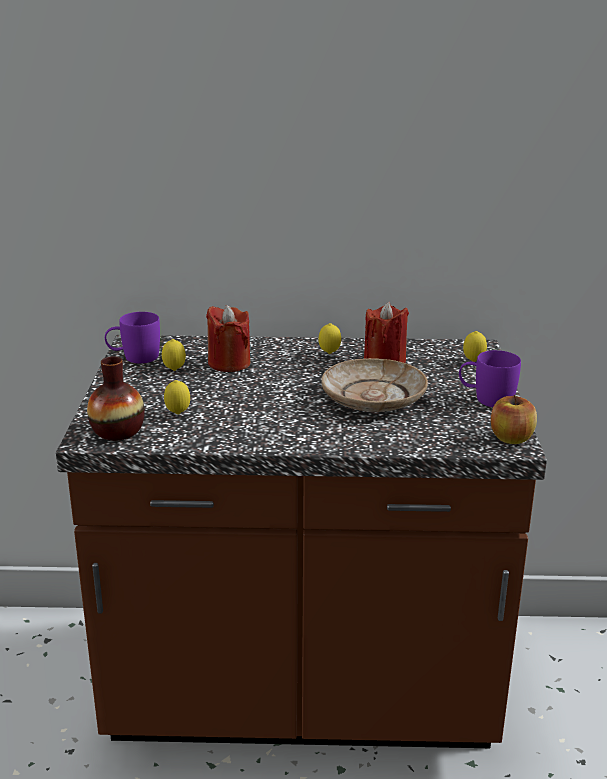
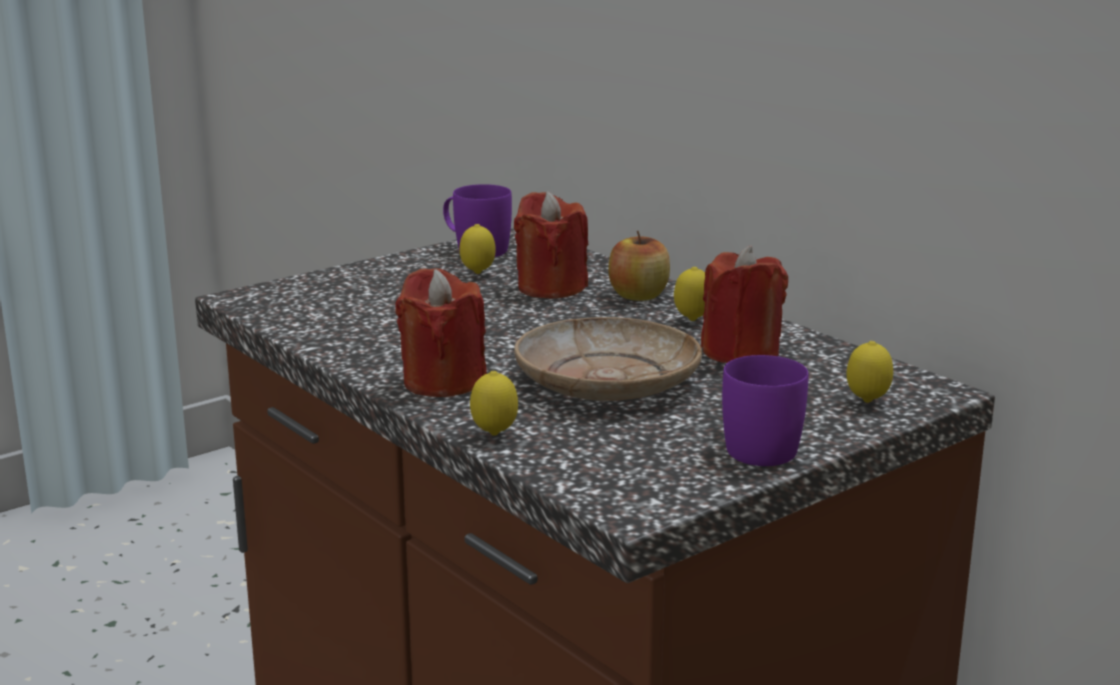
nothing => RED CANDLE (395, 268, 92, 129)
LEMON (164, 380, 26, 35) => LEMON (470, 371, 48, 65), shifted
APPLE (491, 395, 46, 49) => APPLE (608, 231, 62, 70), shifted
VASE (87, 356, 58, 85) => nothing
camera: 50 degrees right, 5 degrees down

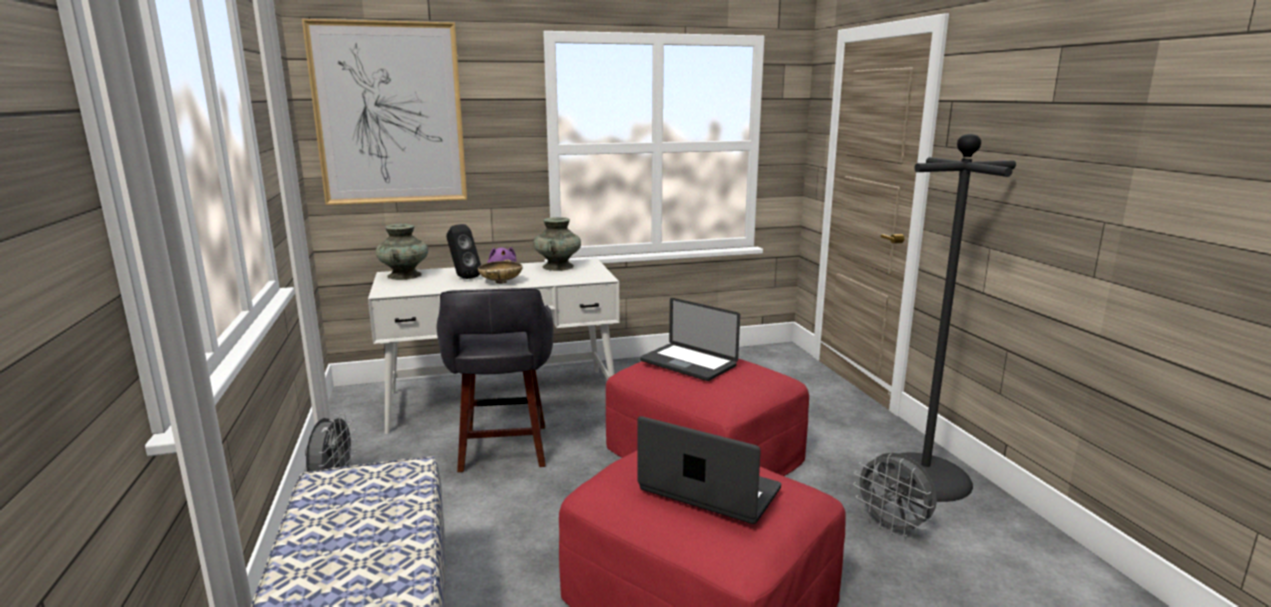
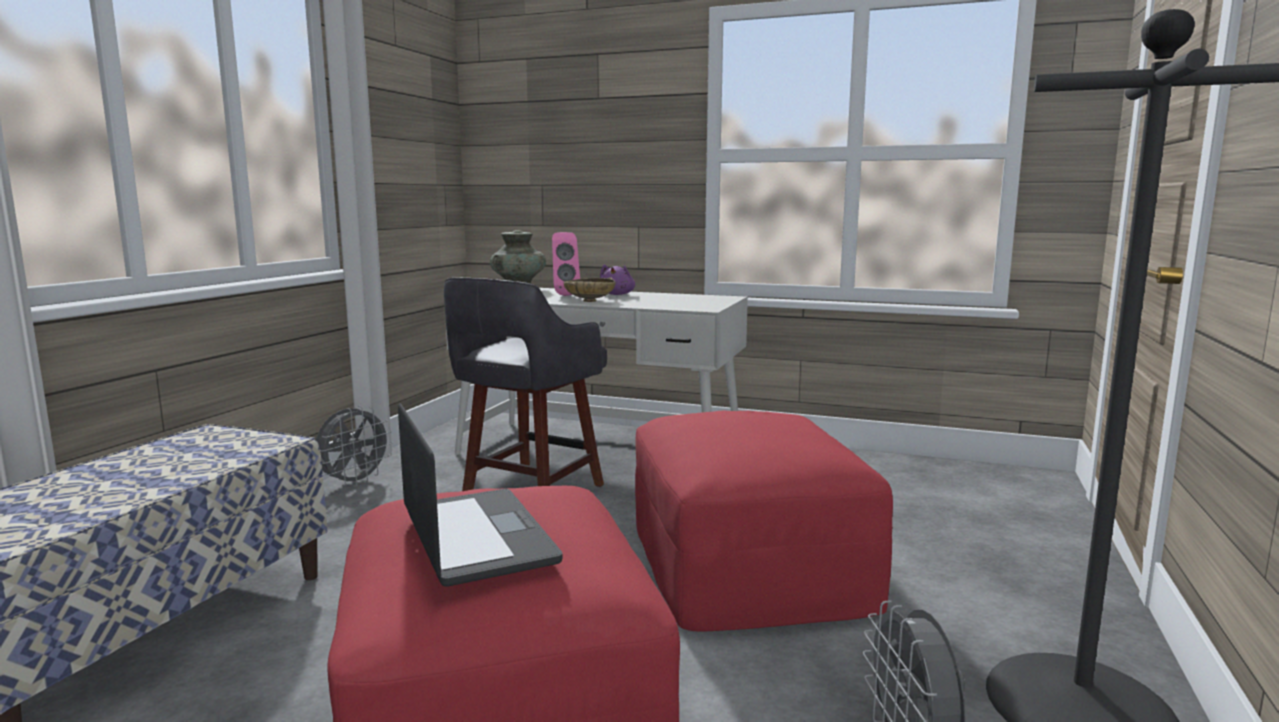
BLACK SPEAKER (446, 224, 35, 55) => PINK SPEAKER (552, 232, 28, 64)
PICTURE (302, 19, 165, 186) => nothing
TURQUOISE VASE (533, 217, 48, 54) => nothing
LAPTOP (640, 298, 100, 83) => nothing
camera: 35 degrees right, 5 degrees down

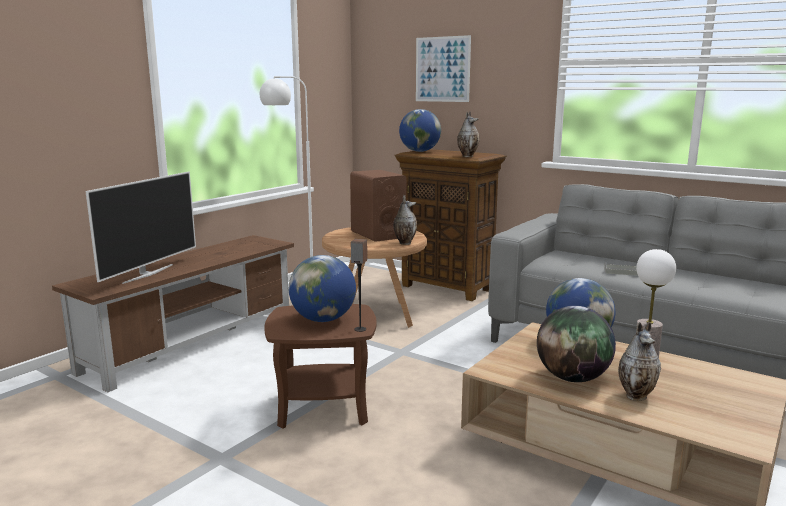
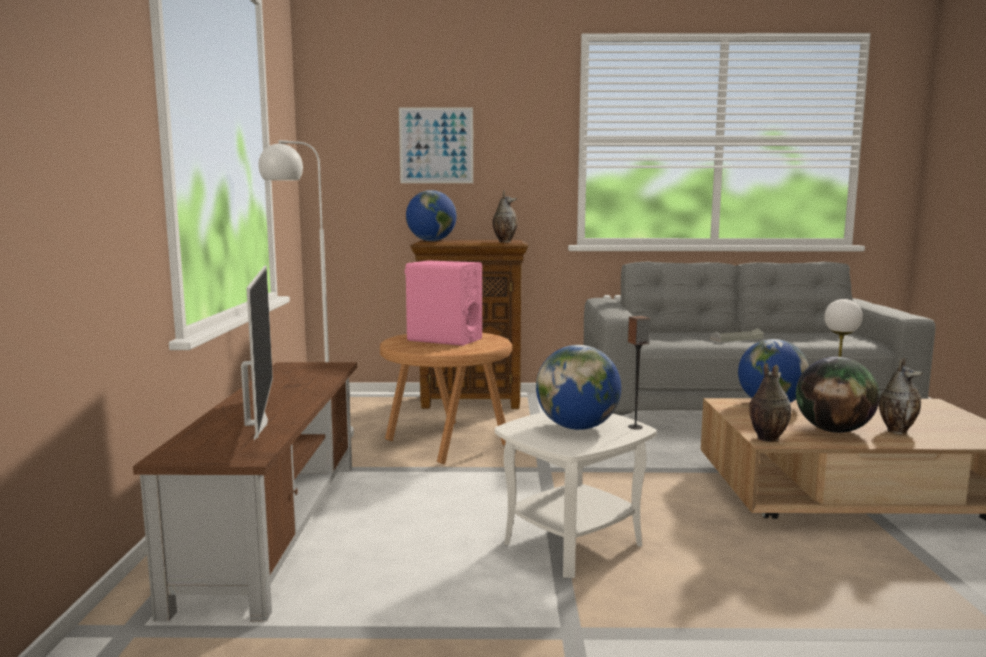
BROWN SPEAKER (350, 170, 56, 72) => PINK SPEAKER (404, 260, 78, 86)
BROWN SIDE TABLE (264, 304, 113, 125) => WHITE SIDE TABLE (495, 412, 162, 166)
VASE (393, 195, 24, 50) => VASE (750, 363, 41, 79), shifted
camera: 35 degrees left, 5 degrees down

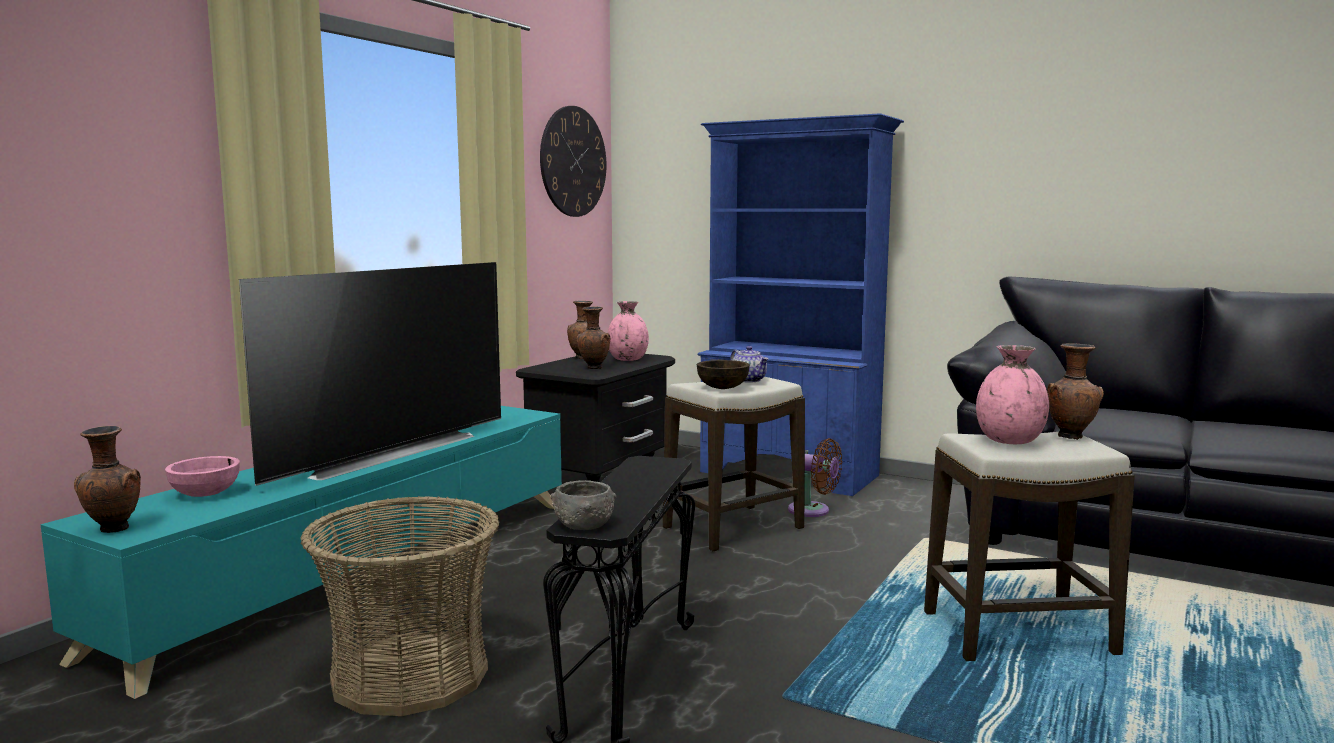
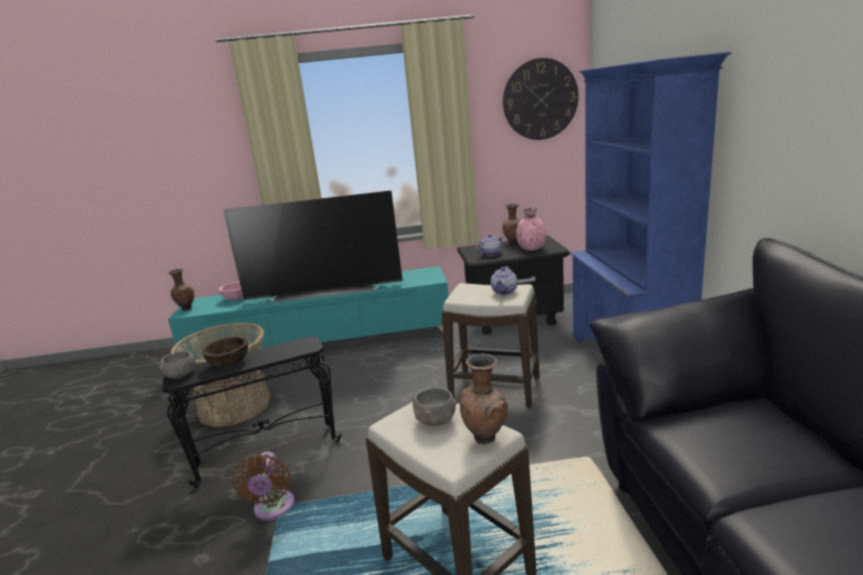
BROWN BOWL (697, 360, 53, 29) => BROWN BOWL (202, 336, 46, 31), shifted
BROWN FAN (788, 438, 54, 79) => BROWN FAN (231, 452, 64, 69), shifted
PINK VASE (976, 345, 73, 99) => GREY BOWL (412, 387, 45, 39)
BROWN VASE (577, 307, 33, 62) => TEAPOT (476, 235, 28, 21)
camera: 55 degrees right, 10 degrees up

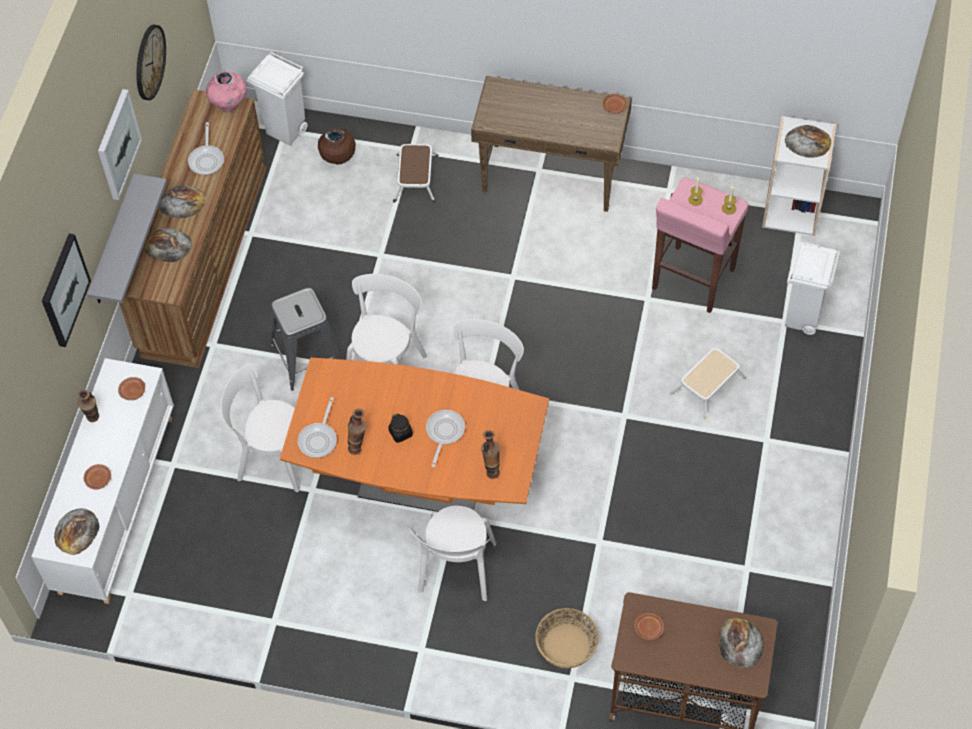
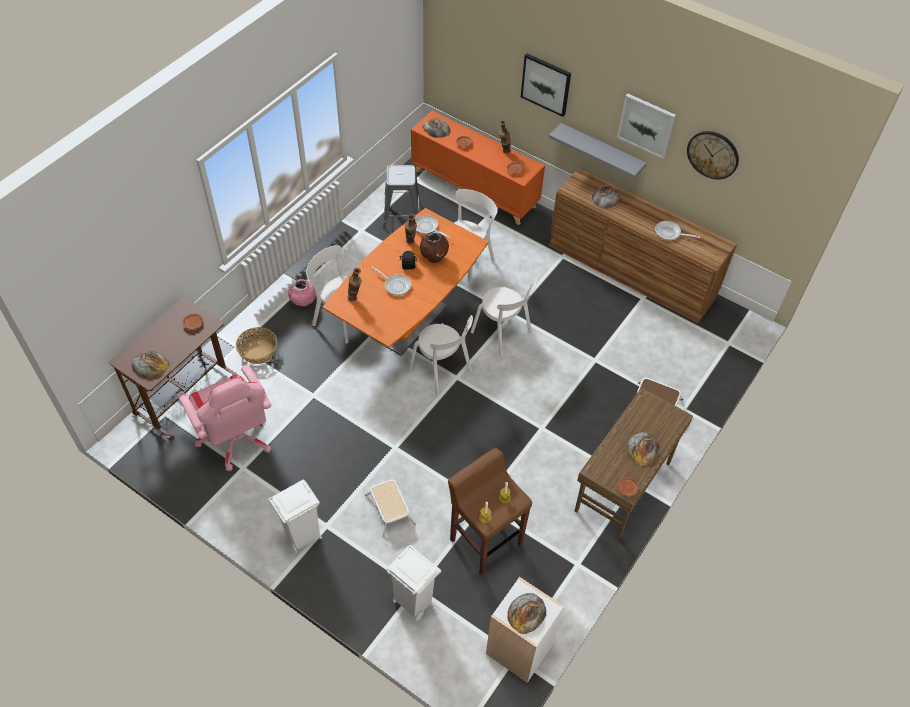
nothing => PINK OFFICE CHAIR (178, 365, 94, 106)
WHITE TRASH CAN (246, 52, 61, 94) => WHITE TRASH CAN (268, 479, 54, 74), shifted
PINK VASE (206, 71, 41, 42) => PINK VASE (288, 279, 28, 28), shifted
GREY STOOL (270, 288, 72, 103) => GREY STOOL (383, 165, 38, 64), shifted
WHITE CABINET (31, 358, 143, 246) => ORANGE CABINET (411, 110, 134, 115)
BROWN VASE (318, 127, 37, 38) => BROWN VASE (420, 231, 29, 32), shifted
PINK STOOL (652, 178, 97, 135) => BROWN STOOL (448, 448, 84, 128)
BREAD (158, 185, 47, 33) => BREAD (626, 432, 33, 34), shifted
camera: 110 degrees right, 5 degrees down

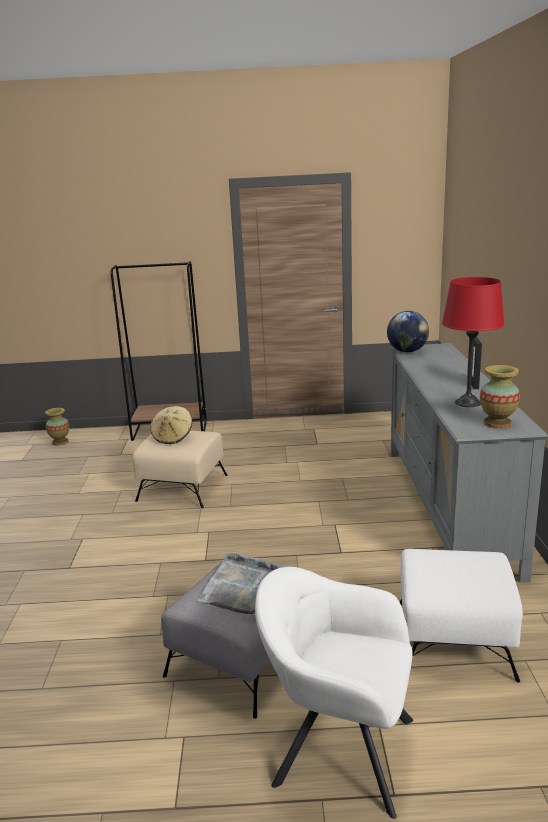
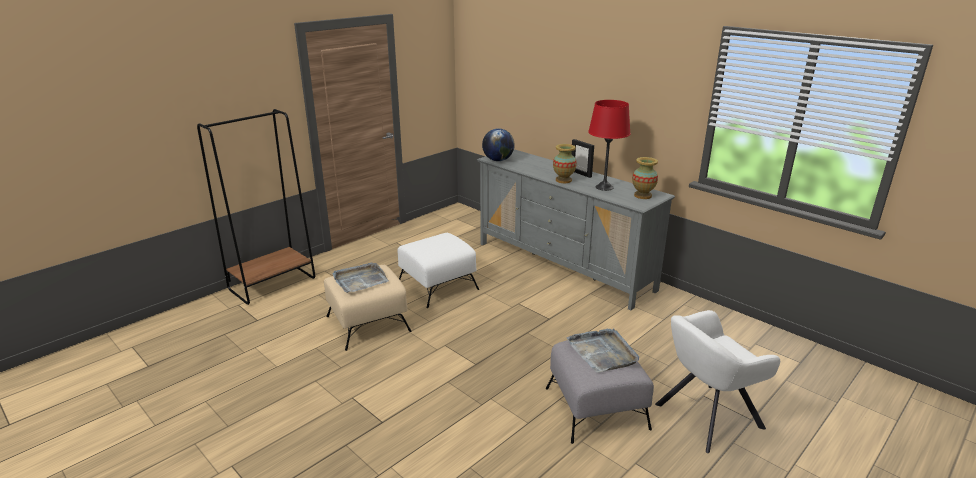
BEIGE HAT (150, 406, 42, 38) => GREY TRAY (333, 263, 56, 30)
WHITE OTTOMAN (400, 549, 123, 133) => WHITE OTTOMAN (398, 233, 81, 75), shifted
VASE (45, 408, 24, 37) => VASE (553, 144, 24, 39), shifted
camera: 45 degrees left, 5 degrees up

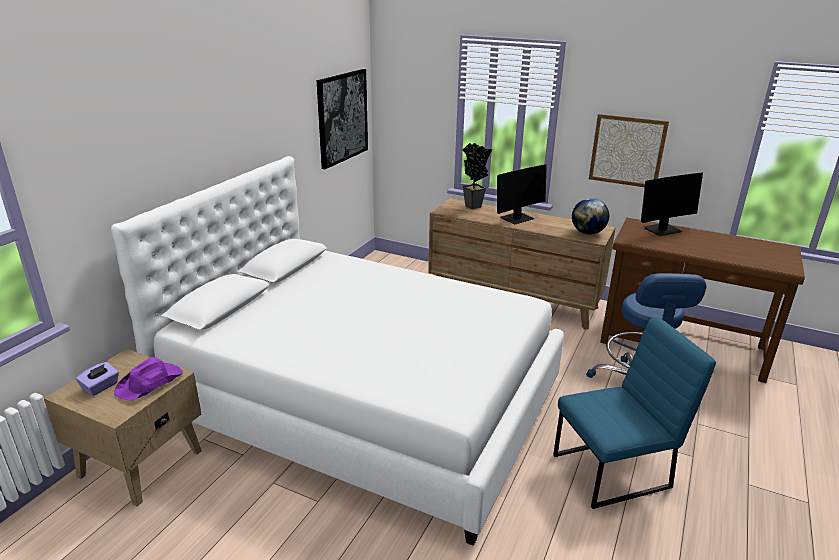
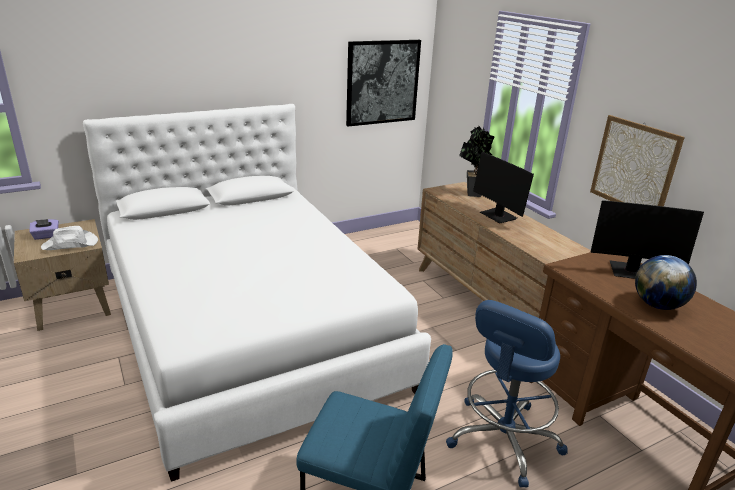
PURPLE HAT (114, 357, 69, 44) => WHITE HAT (41, 226, 57, 24)
MONITOR (497, 164, 50, 60) => MONITOR (473, 152, 61, 72), 60 degrees clockwise
GLOBE (572, 198, 37, 37) => GLOBE (635, 255, 62, 55), shifted
camera: 35 degrees right, 0 degrees up

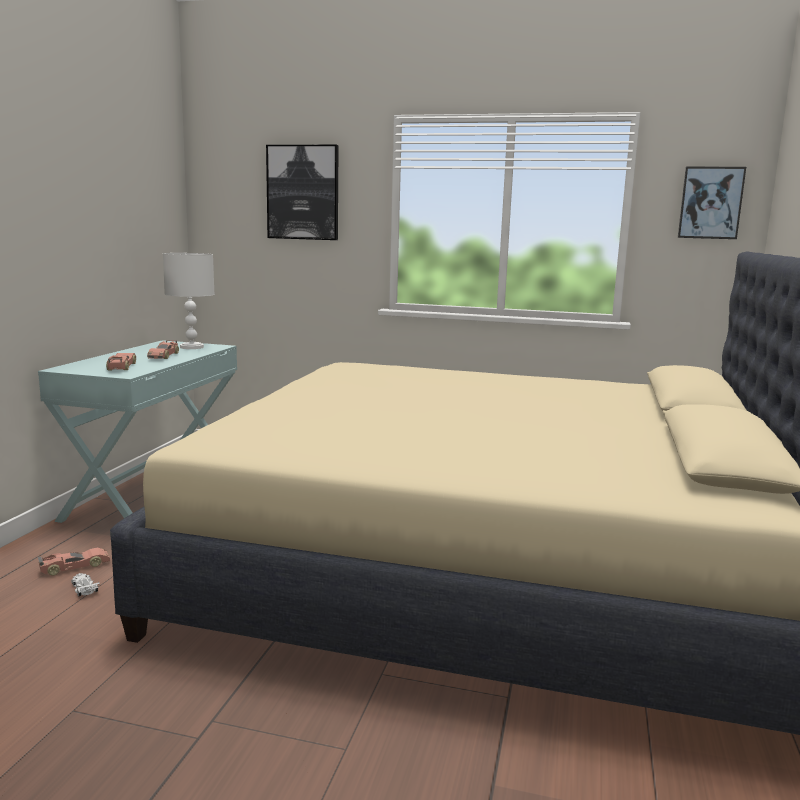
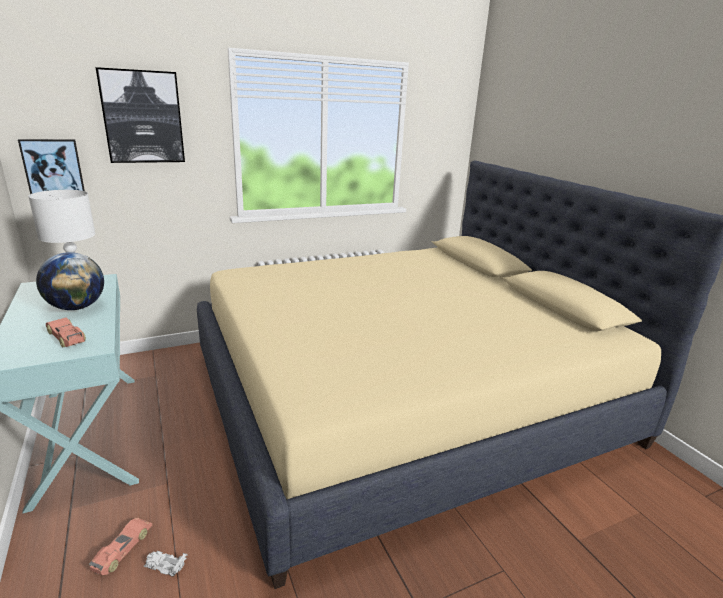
PICTURE (678, 166, 68, 73) => PICTURE (18, 139, 67, 55), shifted
TOY CAR (147, 340, 32, 19) => GLOBE (36, 252, 68, 58)
camera: 40 degrees left, 10 degrees up

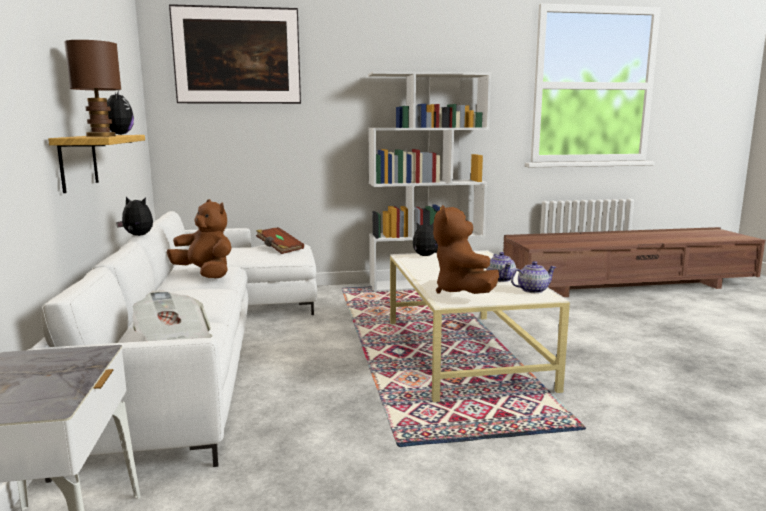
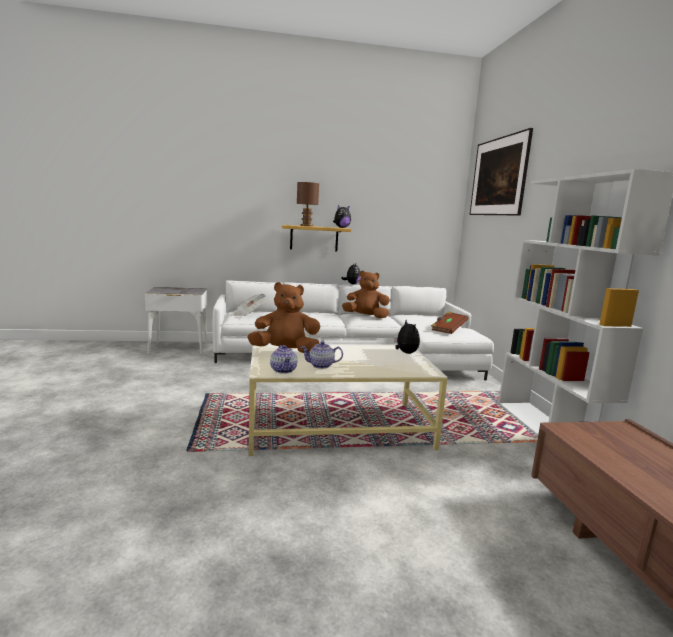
BROWN PLUSH TOY (167, 199, 65, 79) => BROWN PLUSH TOY (342, 271, 48, 47), 120 degrees counterclockwise
camera: 90 degrees right, 0 degrees up

